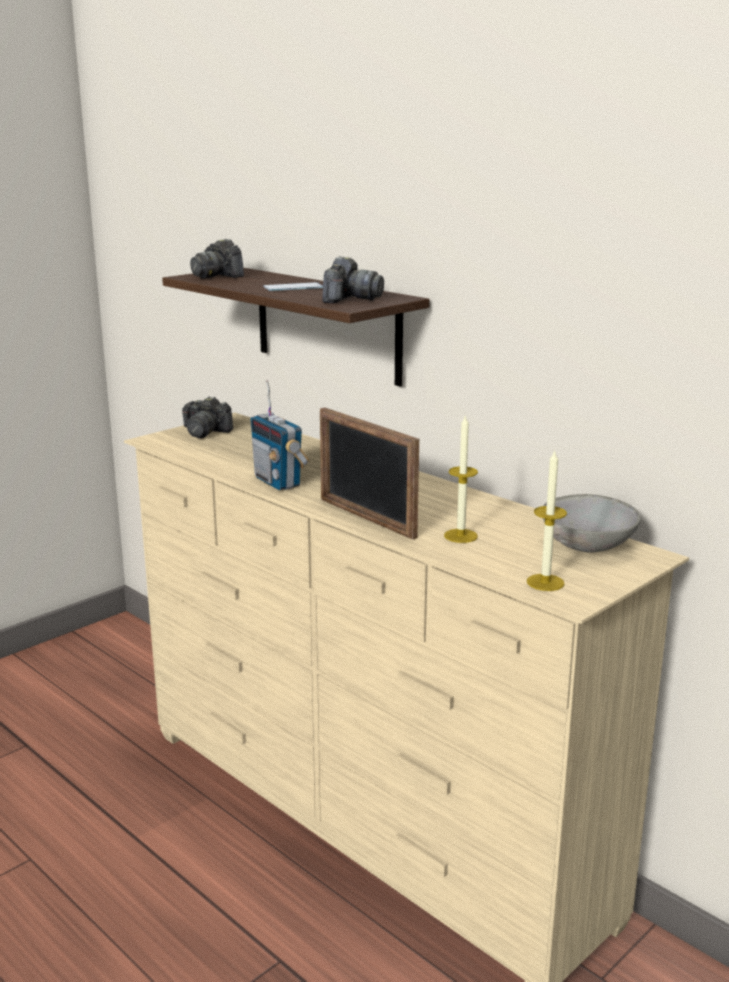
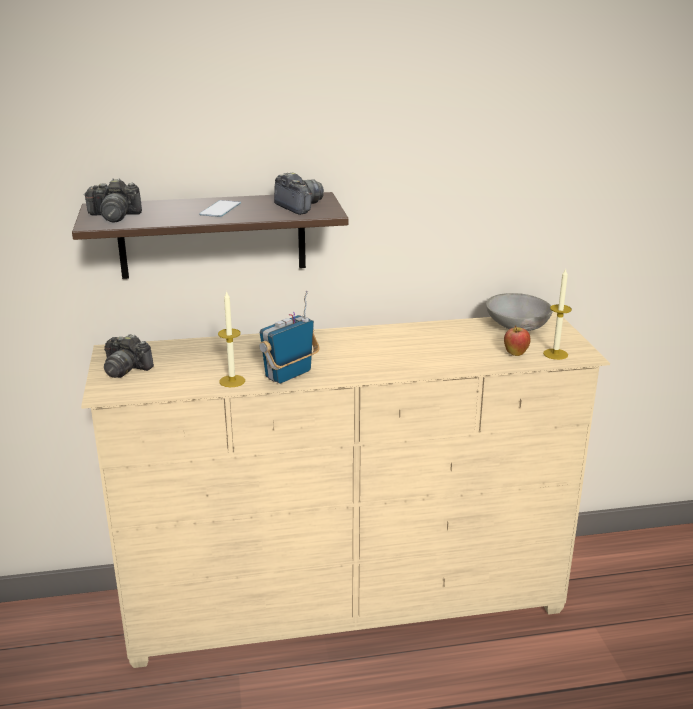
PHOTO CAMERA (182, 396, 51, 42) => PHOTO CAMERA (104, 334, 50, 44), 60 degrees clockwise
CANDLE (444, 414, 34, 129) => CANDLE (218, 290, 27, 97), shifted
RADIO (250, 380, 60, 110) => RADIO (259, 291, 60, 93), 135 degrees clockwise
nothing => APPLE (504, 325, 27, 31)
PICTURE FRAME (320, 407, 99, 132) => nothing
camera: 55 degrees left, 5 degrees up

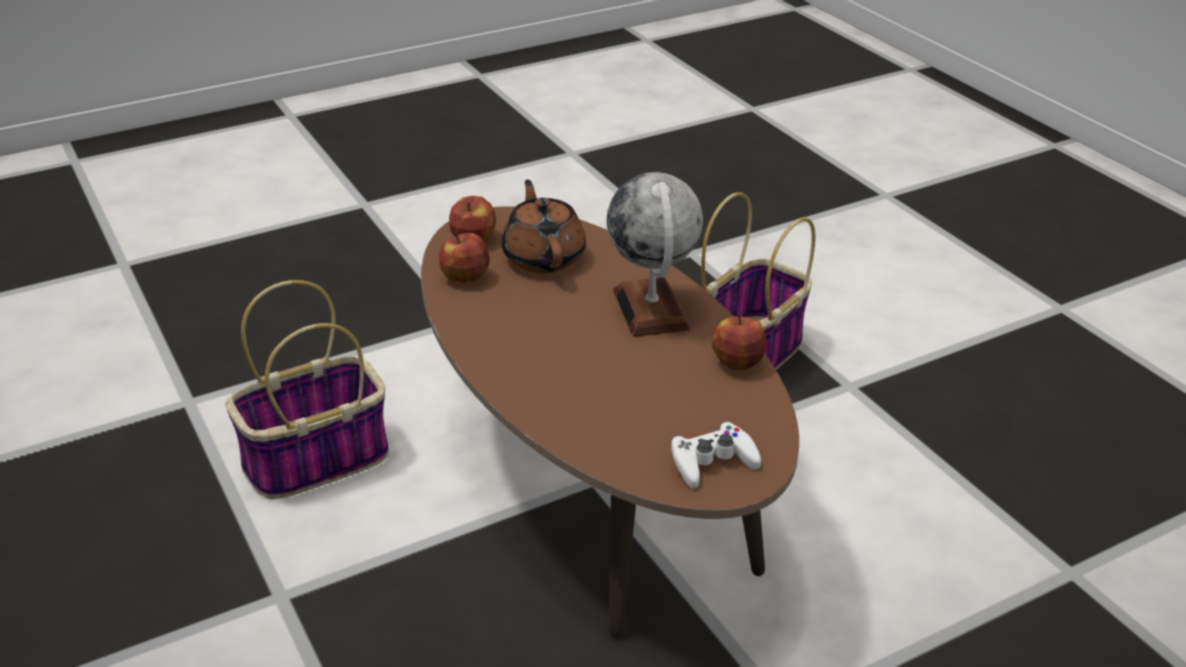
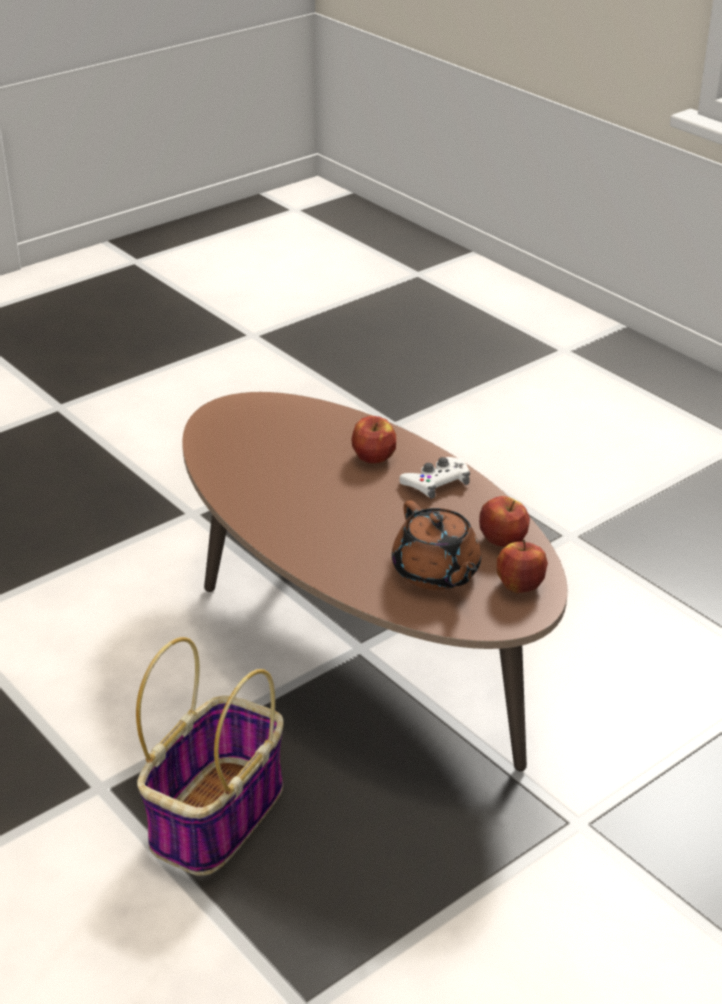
APPLE (712, 313, 55, 58) => APPLE (351, 415, 45, 49), shifted
WHITE GAME CONTROLLER (671, 421, 90, 67) => WHITE GAME CONTROLLER (400, 457, 70, 42), shifted
BASKET (225, 280, 164, 219) => nothing
GLOBE (607, 172, 96, 165) => nothing
camera: 170 degrees right, 0 degrees up

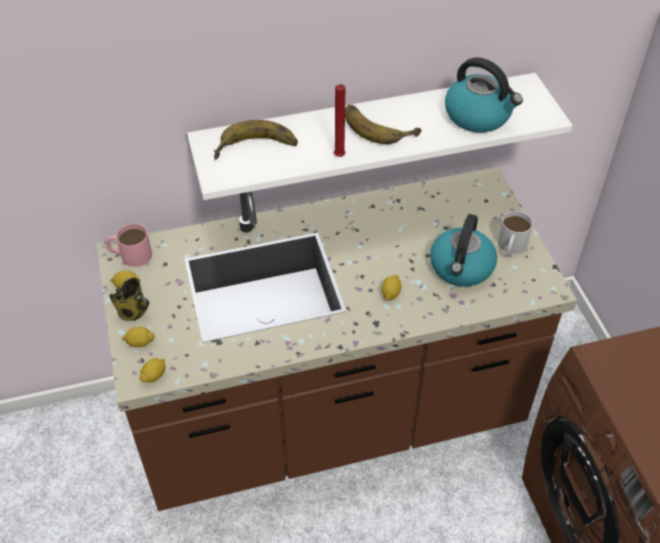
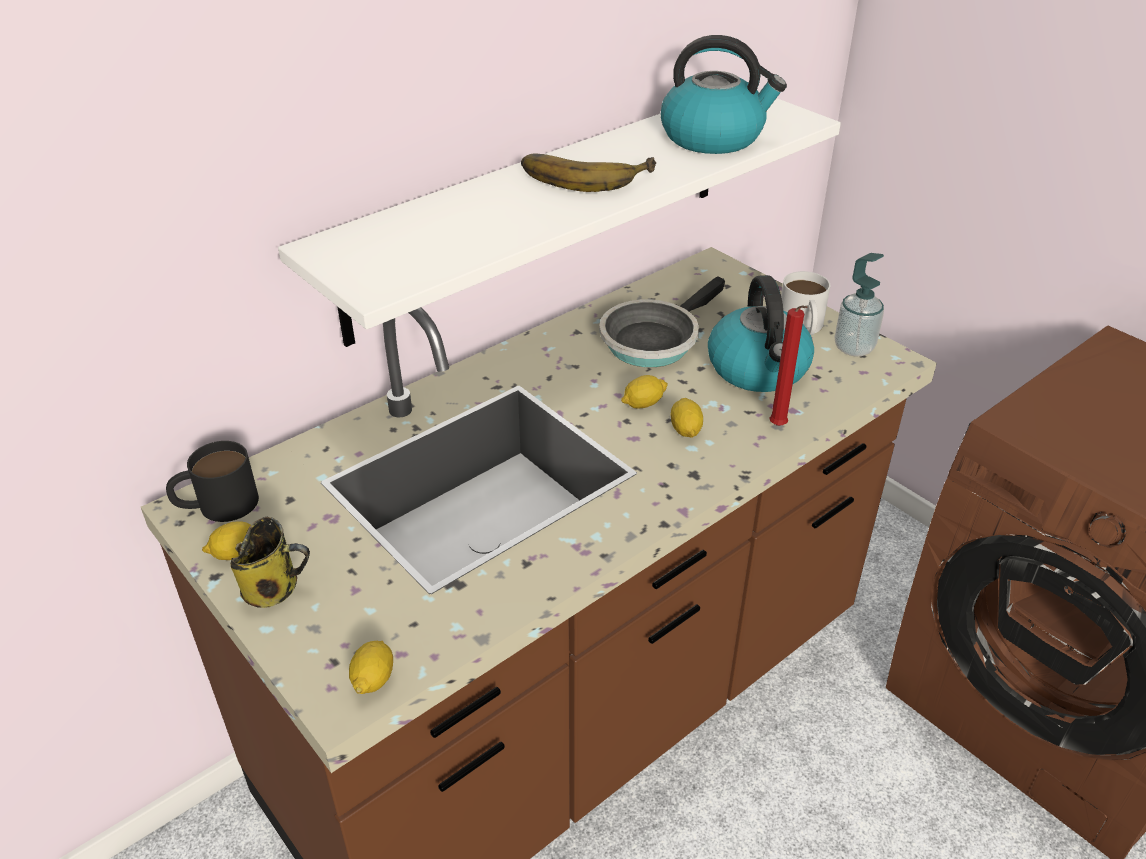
PINK MUG (105, 224, 47, 43) => BLACK MUG (166, 441, 93, 81)
nothing => FRYING PAN (599, 276, 126, 91)
LEMON (122, 327, 33, 20) => LEMON (621, 375, 47, 34), shifted
RED CANDLE (334, 84, 12, 73) => RED CANDLE (770, 305, 37, 121), shifted
nothing => SOAP DISPENSER (835, 253, 49, 104)
BANANA (214, 120, 84, 40) => nothing
camera: 25 degrees left, 10 degrees down

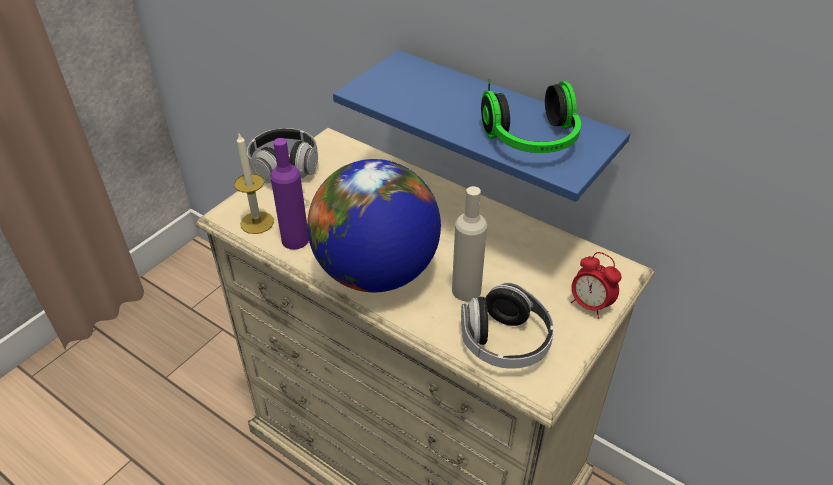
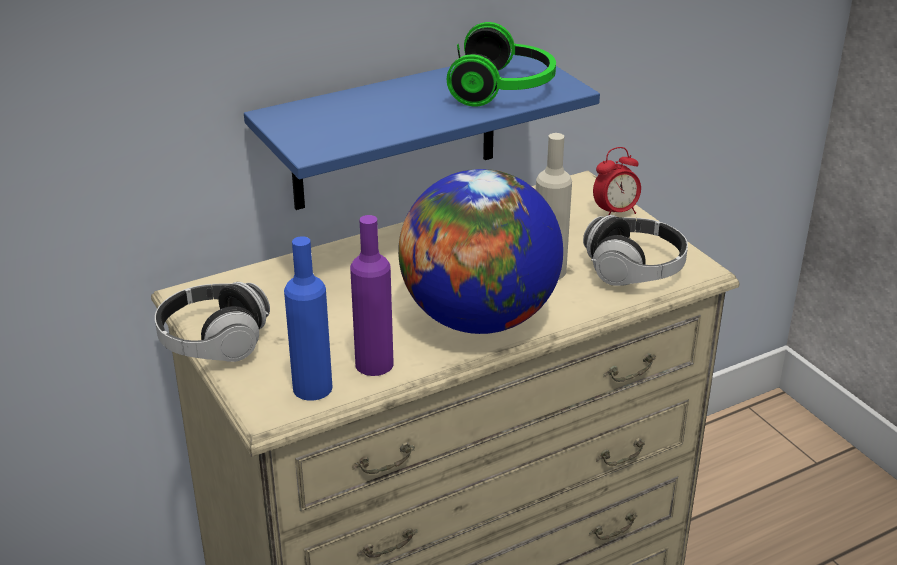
CANDLE (234, 134, 40, 100) => BLUE BOTTLE (284, 236, 48, 165)
camera: 65 degrees left, 10 degrees down

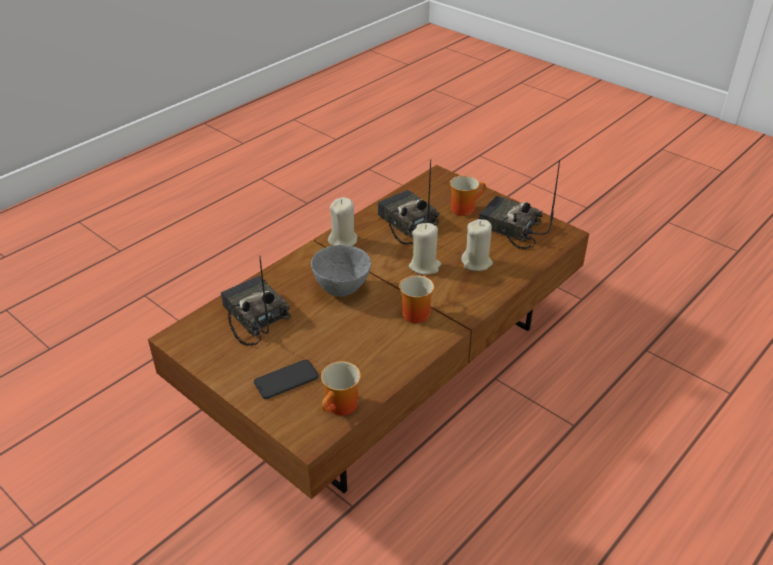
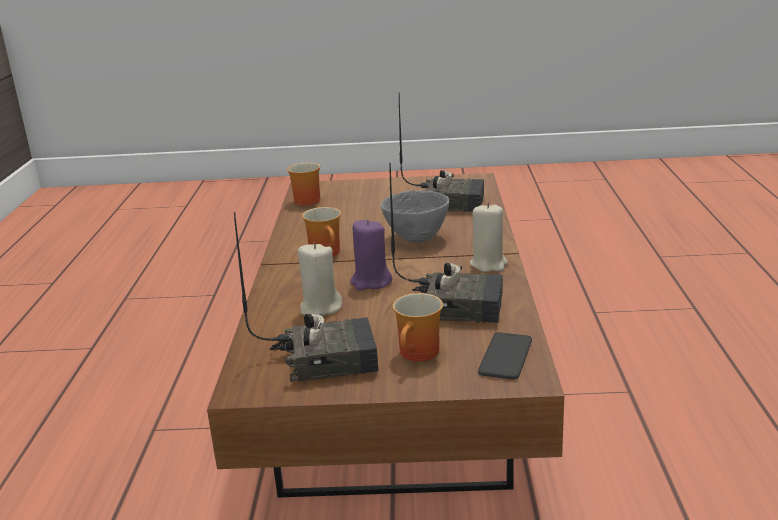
BEIGE CANDLE (409, 223, 32, 52) => PURPLE CANDLE (350, 219, 42, 72)
PHONE (254, 360, 65, 39) => PHONE (478, 332, 54, 48), shifted
camera: 140 degrees right, 15 degrees down

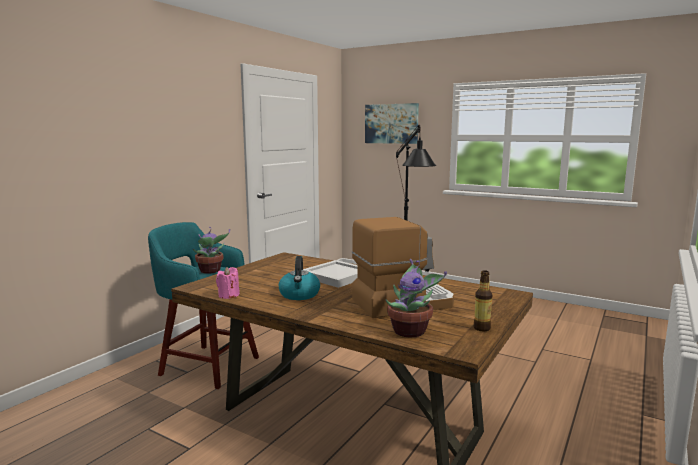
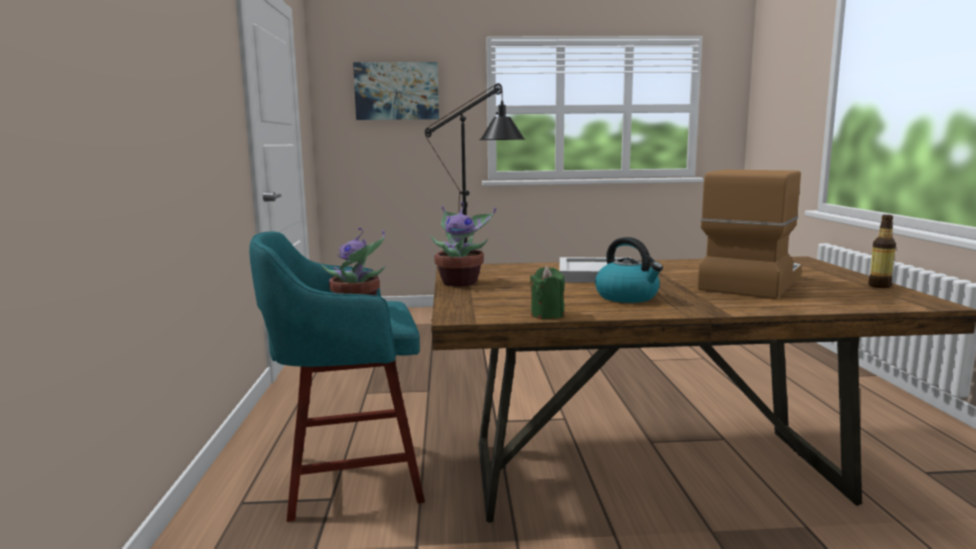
POTTED PLANT (386, 259, 61, 78) => POTTED PLANT (431, 202, 65, 85), shifted
PINK CANDLE (216, 267, 24, 32) => GREEN CANDLE (530, 266, 35, 53)
camera: 35 degrees left, 0 degrees up

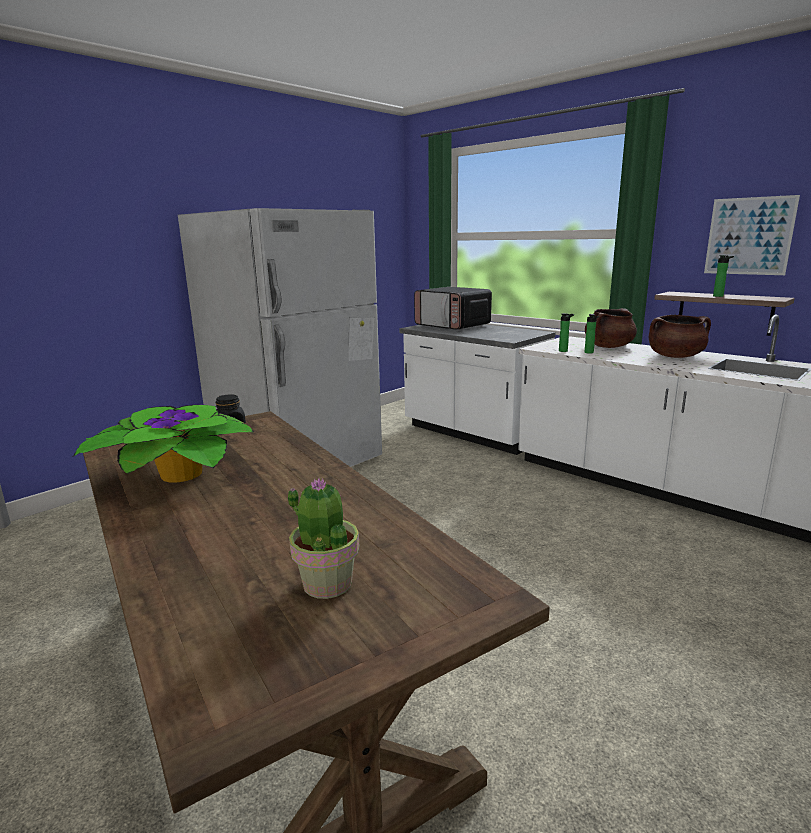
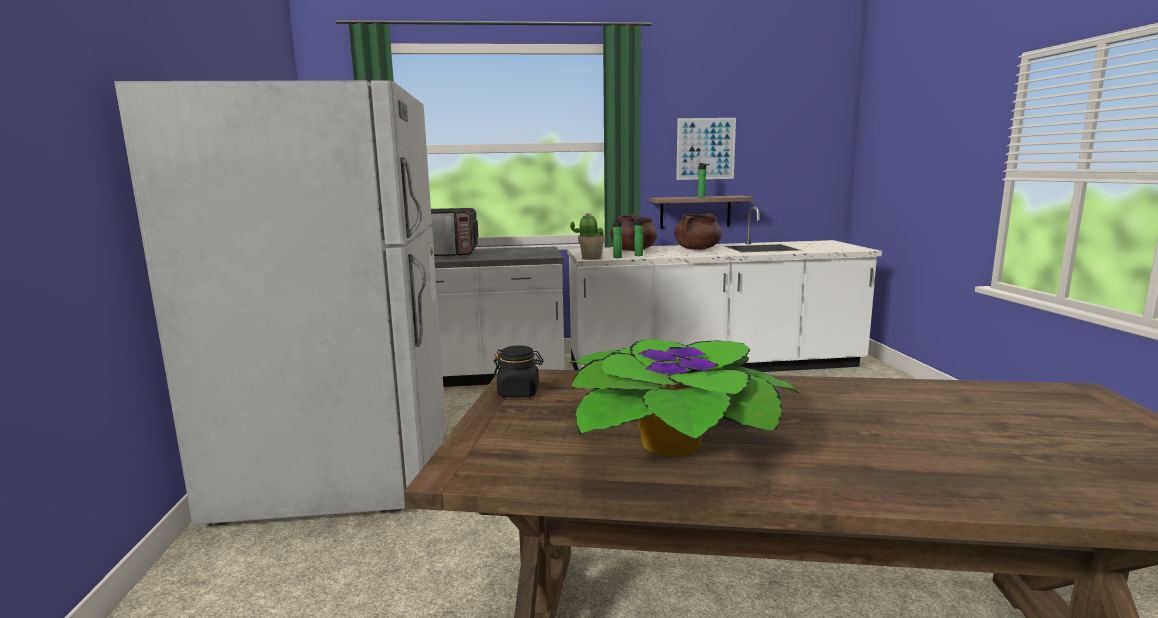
POTTED PLANT (288, 478, 71, 121) => POTTED PLANT (570, 213, 35, 47), shifted
camera: 50 degrees left, 5 degrees down

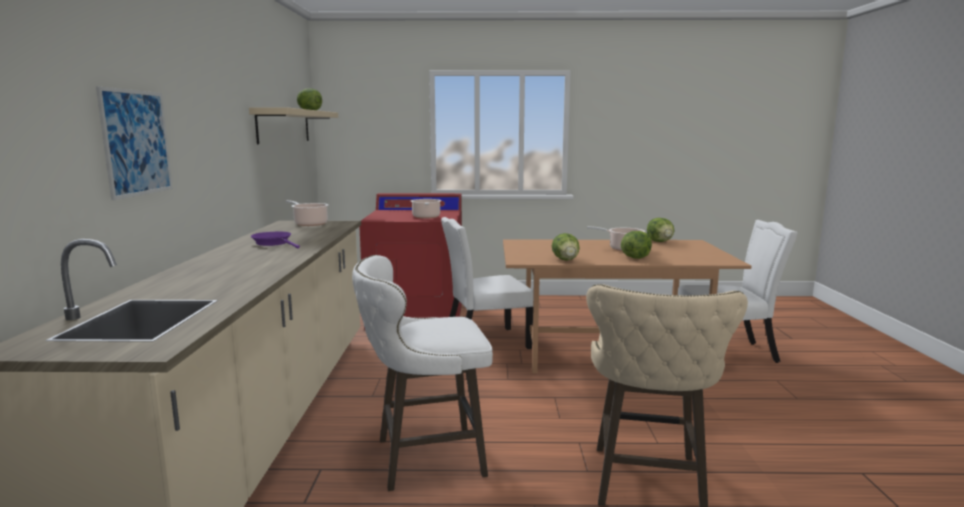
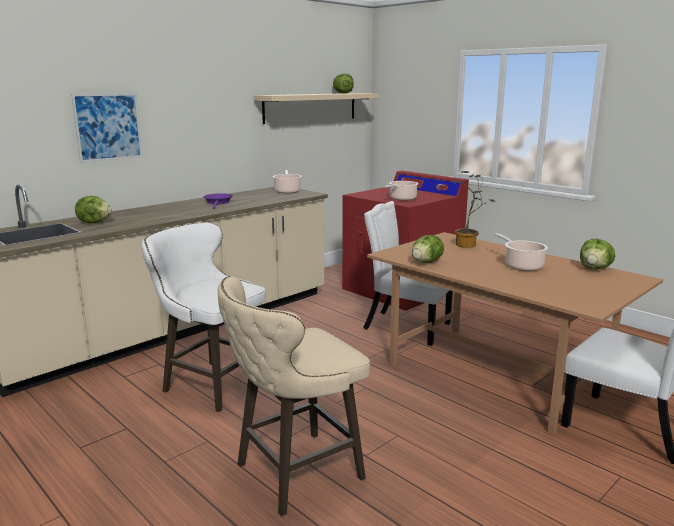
LETTUCE (621, 231, 31, 28) => LETTUCE (75, 196, 37, 27), shifted
nothing => POTTED PLANT (453, 171, 43, 77)
camera: 45 degrees right, 5 degrees up

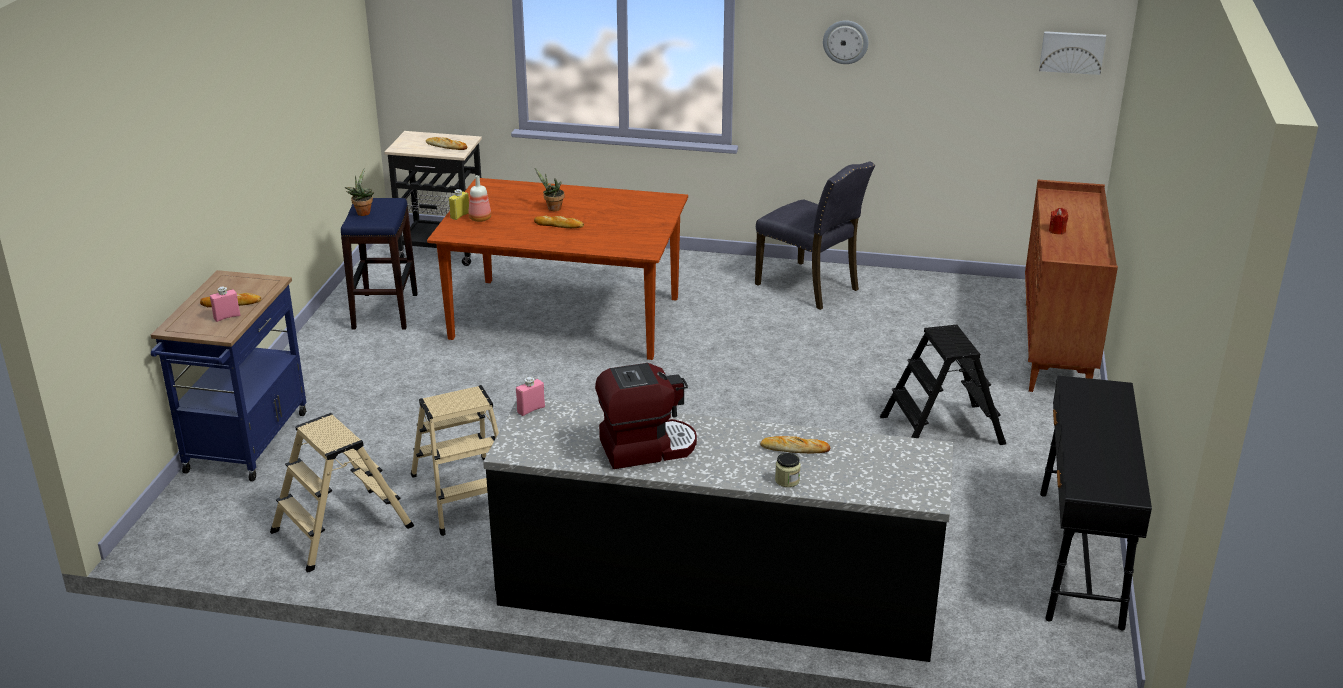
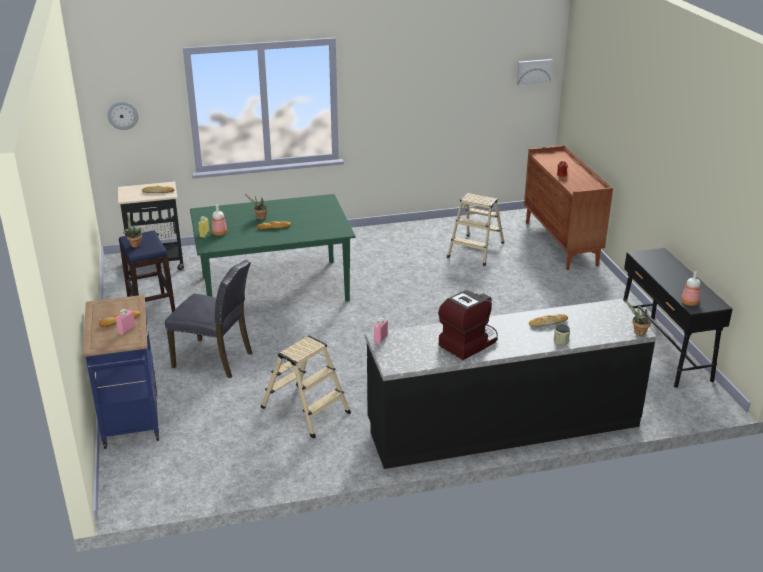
WALL CLOCK (823, 20, 45, 44) => WALL CLOCK (107, 102, 32, 28), shifted
GREY CHAIR (755, 161, 120, 149) => GREY CHAIR (165, 260, 87, 118), shifted
BROWN DINING TABLE (427, 178, 261, 182) => GREEN DINING TABLE (190, 194, 165, 108)
BEIGE STEP LADDER (270, 413, 144, 159) => BEIGE STEP LADDER (447, 193, 57, 73), shifted
nothing => POTTED PLANT (624, 299, 27, 37)
nothing => BOTTLE (681, 271, 19, 35)
BLACK STEP LADDER (880, 324, 126, 121) => nothing
camera: 25 degrees left, 0 degrees up

